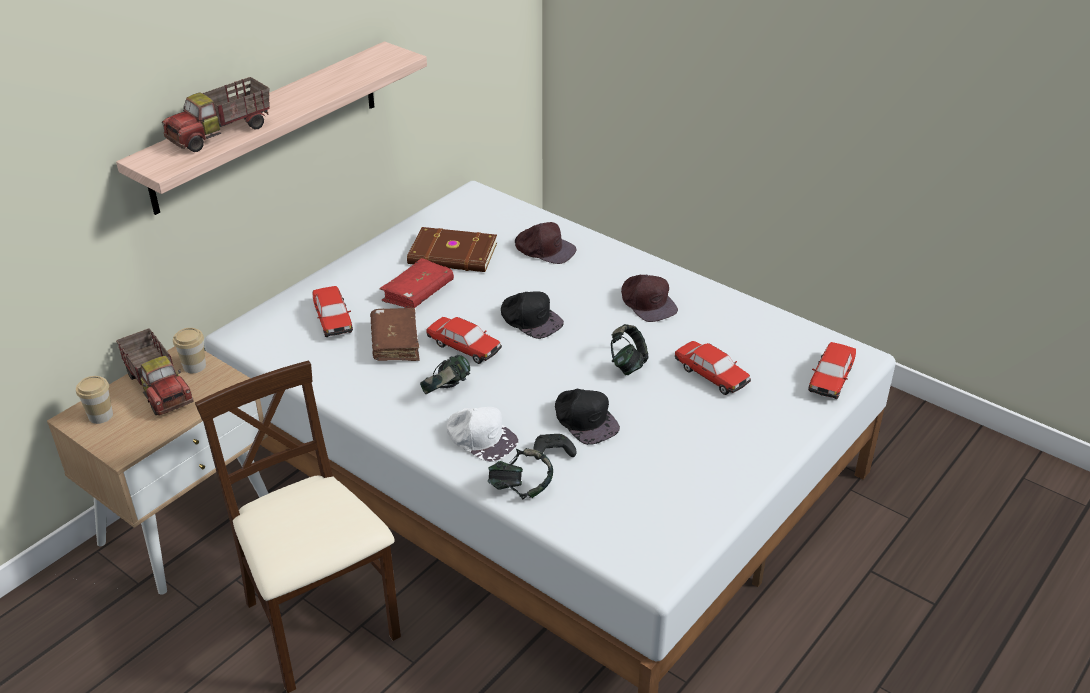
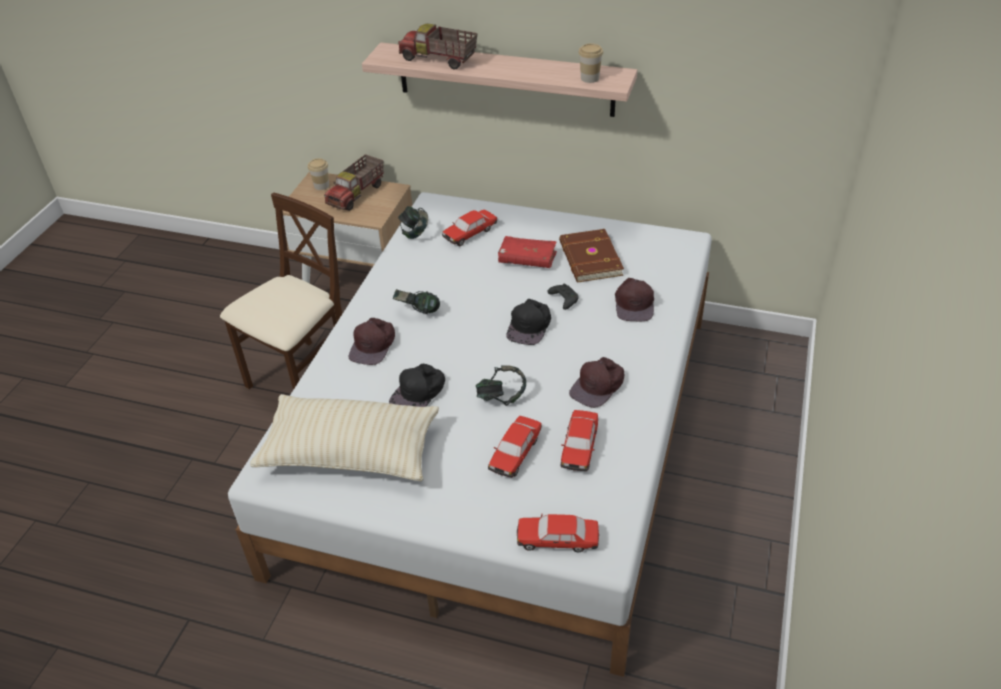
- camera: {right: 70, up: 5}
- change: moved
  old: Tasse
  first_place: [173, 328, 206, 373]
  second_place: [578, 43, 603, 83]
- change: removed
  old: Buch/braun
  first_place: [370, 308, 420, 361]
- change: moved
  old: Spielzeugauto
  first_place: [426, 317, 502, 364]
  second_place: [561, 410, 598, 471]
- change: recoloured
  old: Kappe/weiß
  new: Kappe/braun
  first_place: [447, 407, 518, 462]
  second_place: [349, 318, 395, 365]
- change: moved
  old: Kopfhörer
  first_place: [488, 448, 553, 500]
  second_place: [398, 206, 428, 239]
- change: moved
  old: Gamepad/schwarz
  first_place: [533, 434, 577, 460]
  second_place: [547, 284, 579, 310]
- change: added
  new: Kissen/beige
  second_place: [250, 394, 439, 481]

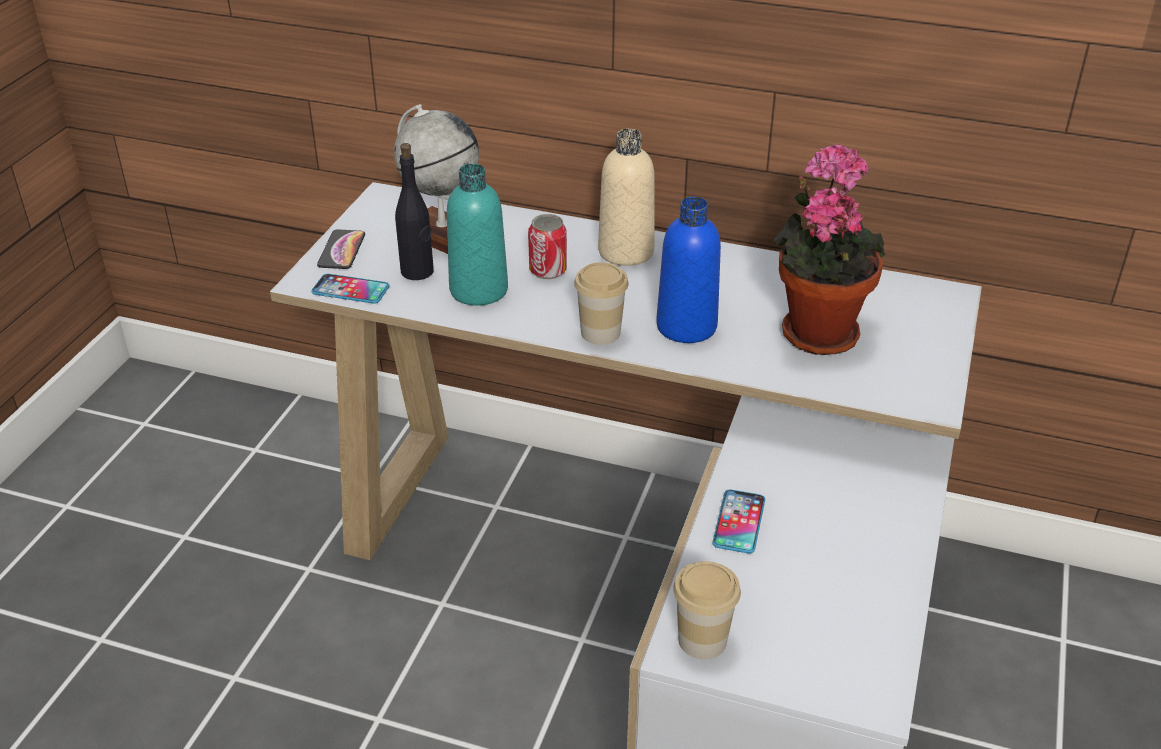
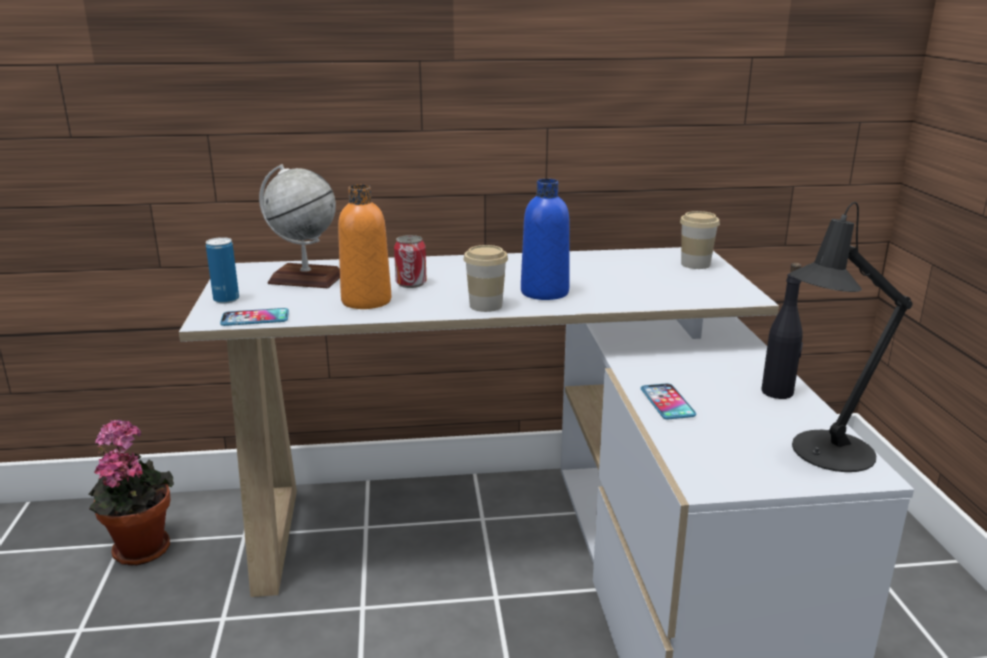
- camera: {right: -25, up: -15}
- change: replaced
  old: Handy
  new: Dose
  first_place: [317, 229, 365, 269]
  second_place: [206, 237, 239, 304]
- change: moved
  old: Flasche/schwarz
  first_place: [395, 143, 434, 280]
  second_place: [761, 263, 803, 399]
- change: recoloured
  old: Flasche/türkis
  new: Flasche/orange
  first_place: [447, 164, 508, 306]
  second_place: [338, 185, 391, 309]
- change: removed
  old: Flasche/beige
  first_place: [598, 129, 655, 266]
- change: moved
  old: Tasse
  first_place: [673, 561, 741, 659]
  second_place: [680, 211, 720, 269]
- change: moved
  old: Topfpflanze
  first_place: [773, 144, 886, 355]
  second_place: [89, 419, 174, 566]
- change: added
  new: Tischlampe/schwarz
  second_place: [790, 202, 913, 472]

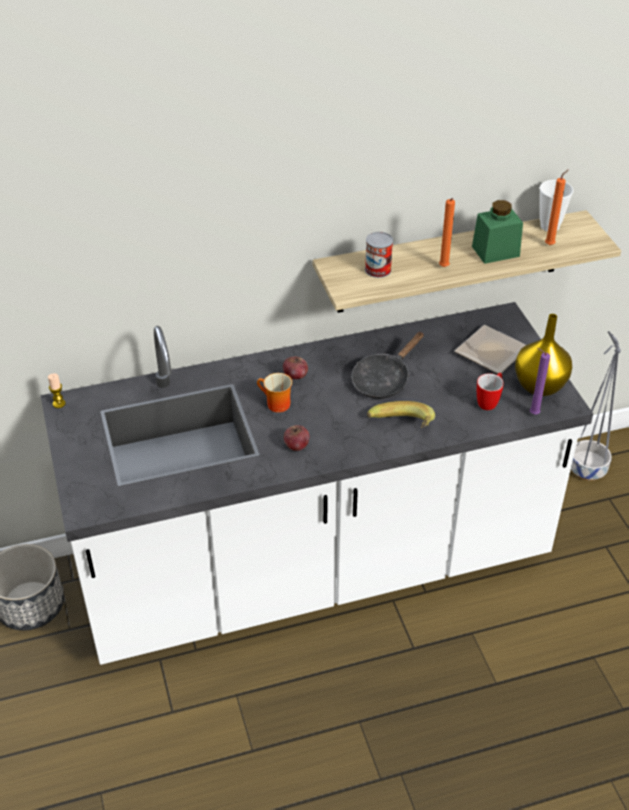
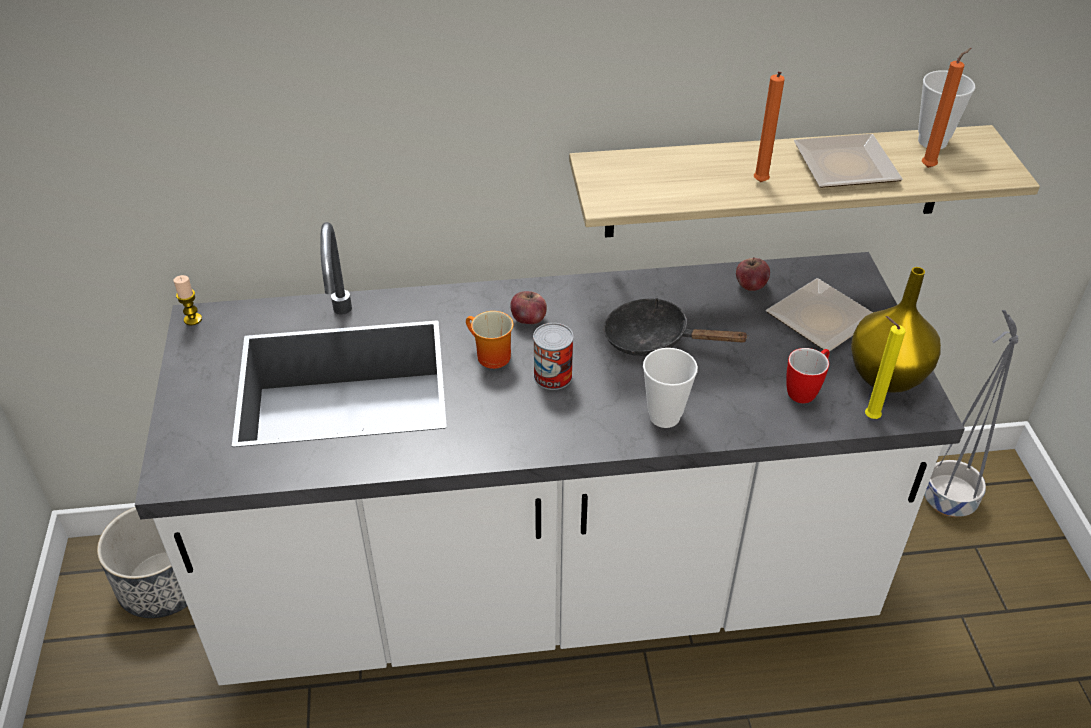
- camera: {right: 10, up: 0}
- change: moved
  old: Apfel
  first_place: [284, 425, 309, 451]
  second_place: [736, 257, 770, 291]
- change: turned
  old: Pfanne/schwarz
  first_place: [352, 332, 424, 399]
  second_place: [604, 298, 748, 356]
  degrees: 60
- change: moved
  old: Dose
  first_place: [365, 232, 393, 278]
  second_place: [533, 323, 574, 390]
- change: replaced
  old: Banane
  new: Tasse
  first_place: [367, 401, 435, 428]
  second_place: [643, 348, 698, 428]
- change: replaced
  old: Vorratsglas/grün
  new: Teller
  first_place: [472, 200, 523, 264]
  second_place: [794, 134, 903, 188]
- change: recoloured
  old: Kerze/lila
  new: Kerze/gelb
  first_place: [530, 348, 550, 414]
  second_place: [865, 316, 906, 419]

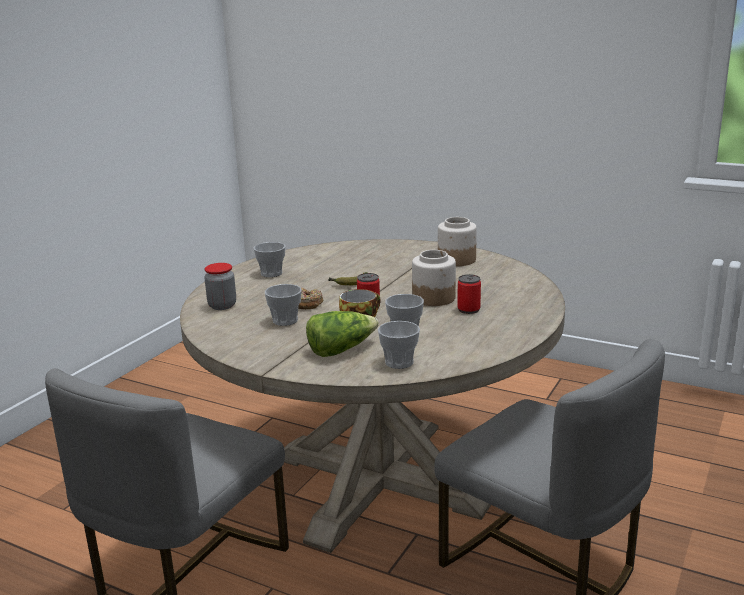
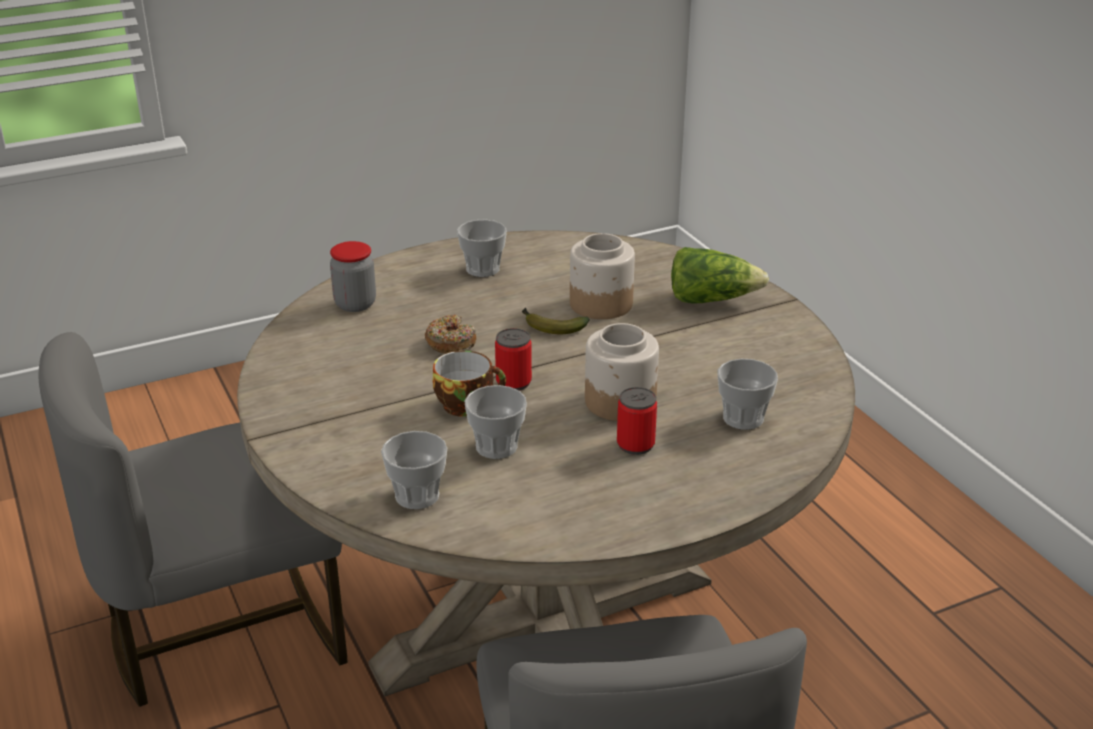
- camera: {right: 35, up: 10}
- change: moved
  old: Tasse
  first_place: [265, 284, 302, 326]
  second_place: [717, 359, 778, 430]
- change: moved
  old: Salatkopf
  first_place: [306, 311, 379, 357]
  second_place: [671, 247, 769, 304]
- change: moved
  old: Vorratsglas
  first_place: [438, 217, 477, 266]
  second_place: [570, 233, 635, 319]

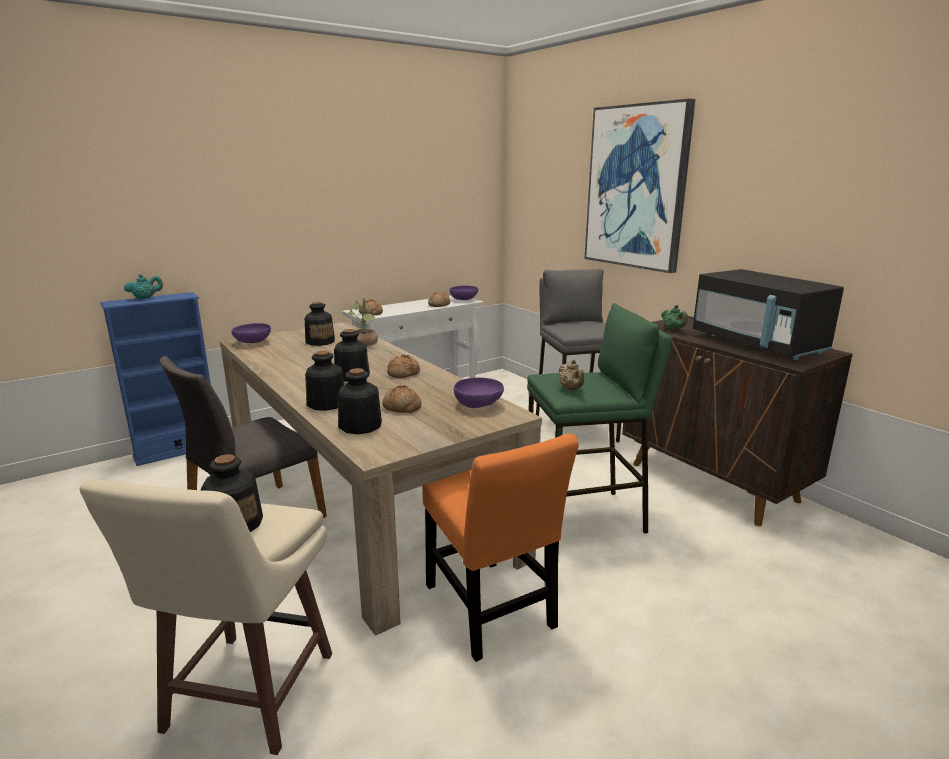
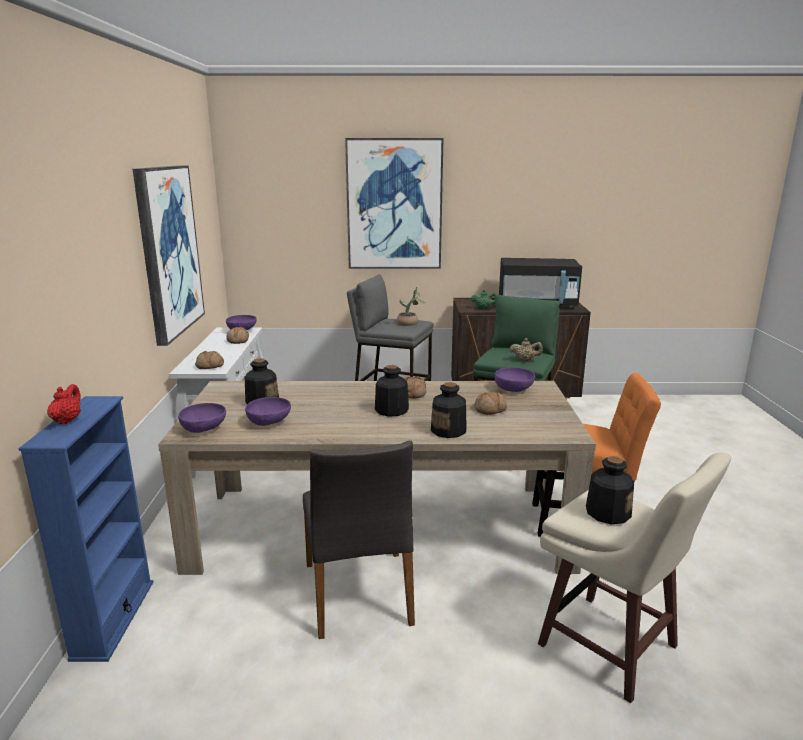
- camera: {right: -55, up: 0}
- change: recoloured
  old: Teekanne/türkis
  new: Teekanne/rot
  first_place: [124, 274, 163, 299]
  second_place: [47, 384, 81, 424]
- change: removed
  old: Flasche
  first_place: [338, 368, 382, 434]
- change: moved
  old: Topfpflanze
  first_place: [347, 298, 378, 346]
  second_place: [397, 287, 425, 326]
- change: added
  new: Bild
  second_place: [132, 165, 205, 346]
- change: added
  new: Schüssel/lila
  second_place: [245, 397, 291, 426]

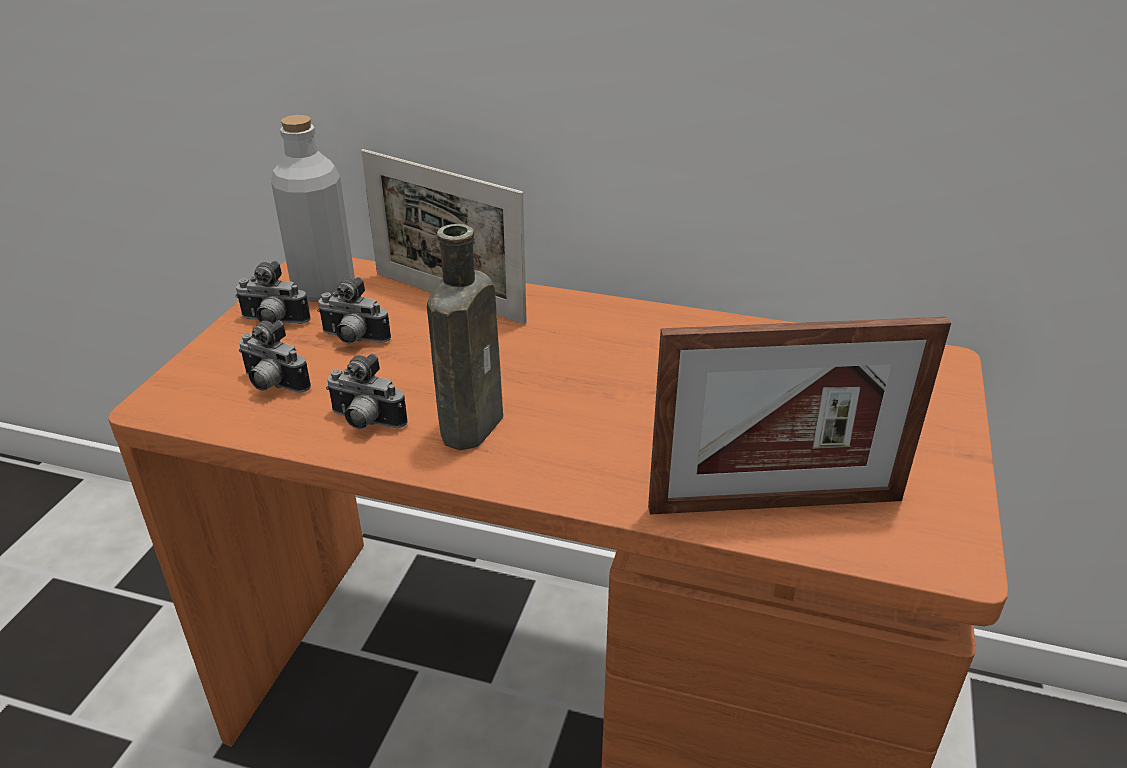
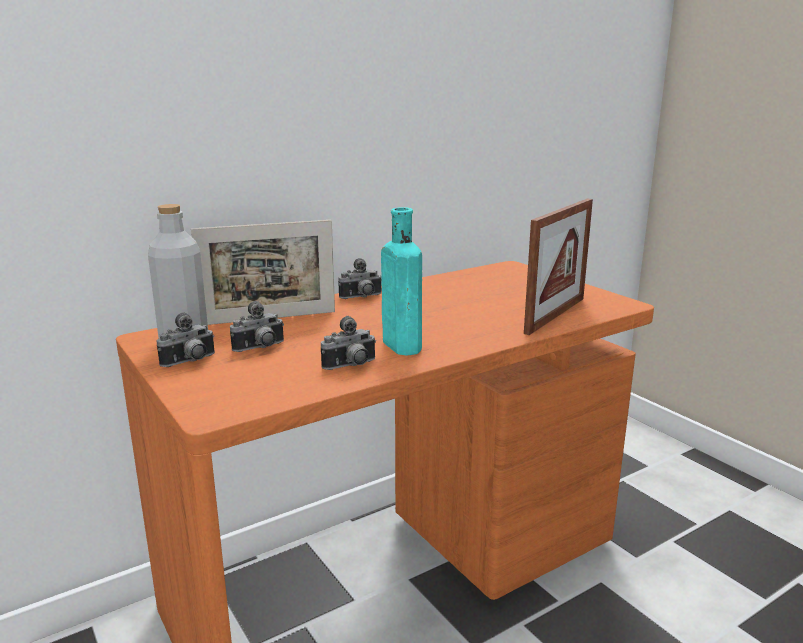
- camera: {right: -50, up: -15}
- change: moved
  old: Kamera
  first_place: [239, 320, 311, 393]
  second_place: [338, 258, 382, 299]
- change: recoloured
  old: Flasche/braun
  new: Flasche/türkis
  first_place: [427, 224, 503, 450]
  second_place: [381, 207, 422, 356]

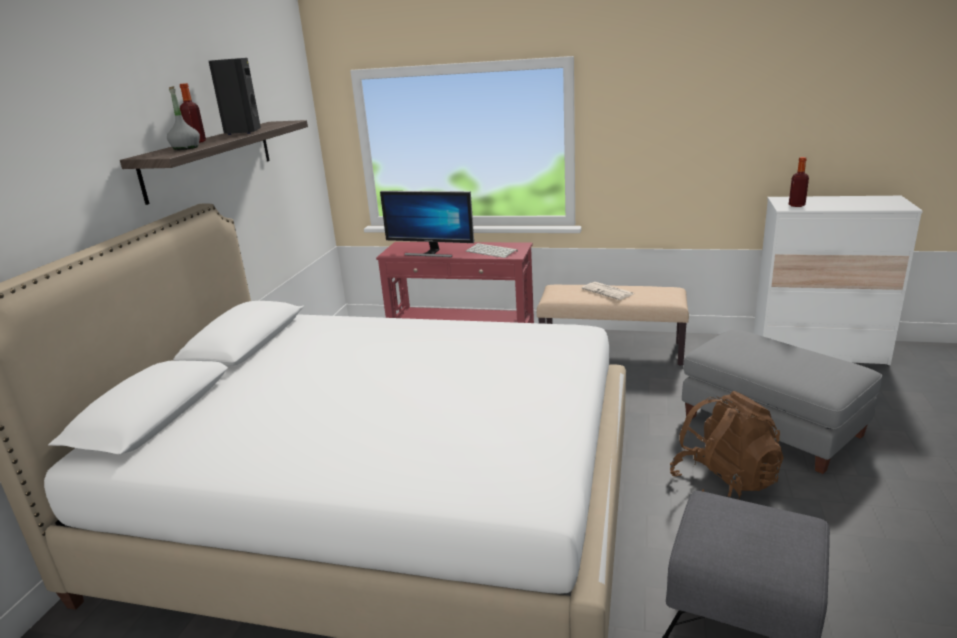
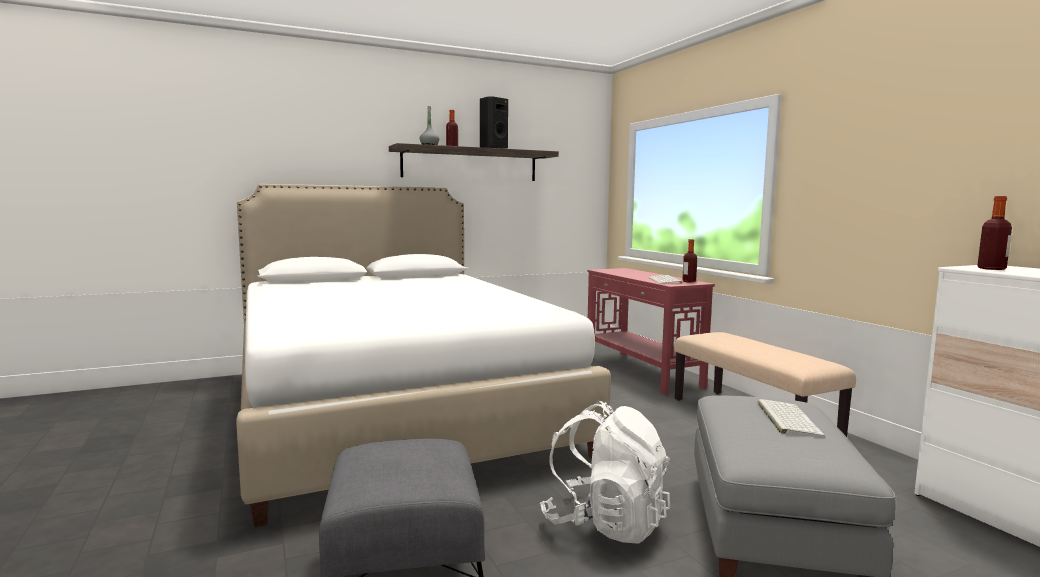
- camera: {right: 50, up: -15}
- change: removed
  old: Monitor
  first_place: [380, 191, 474, 257]
- change: removed
  old: Zeitung
  first_place: [582, 282, 633, 300]
- change: recoloured
  old: Rucksack/braun
  new: Rucksack/weiß
  first_place: [670, 391, 784, 500]
  second_place: [540, 401, 670, 544]
- change: added
  new: Flasche
  second_place: [682, 239, 697, 282]
- change: added
  new: Tastatur
  second_place: [757, 399, 825, 436]

